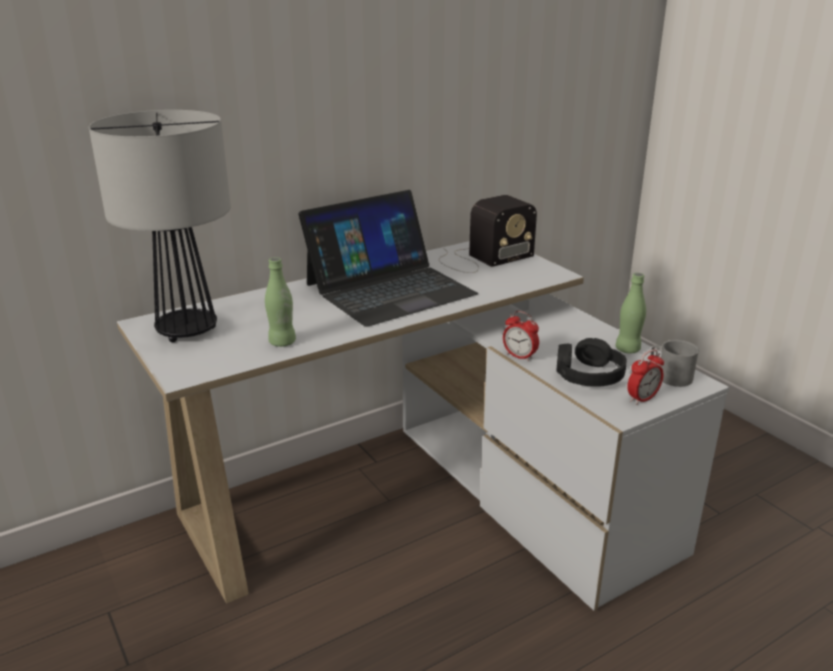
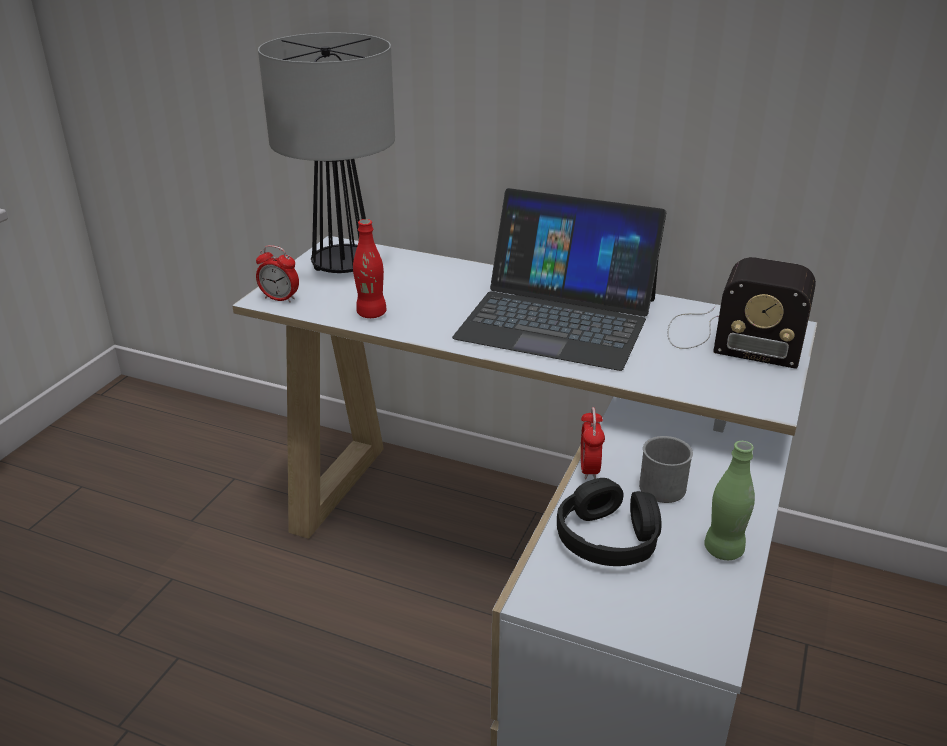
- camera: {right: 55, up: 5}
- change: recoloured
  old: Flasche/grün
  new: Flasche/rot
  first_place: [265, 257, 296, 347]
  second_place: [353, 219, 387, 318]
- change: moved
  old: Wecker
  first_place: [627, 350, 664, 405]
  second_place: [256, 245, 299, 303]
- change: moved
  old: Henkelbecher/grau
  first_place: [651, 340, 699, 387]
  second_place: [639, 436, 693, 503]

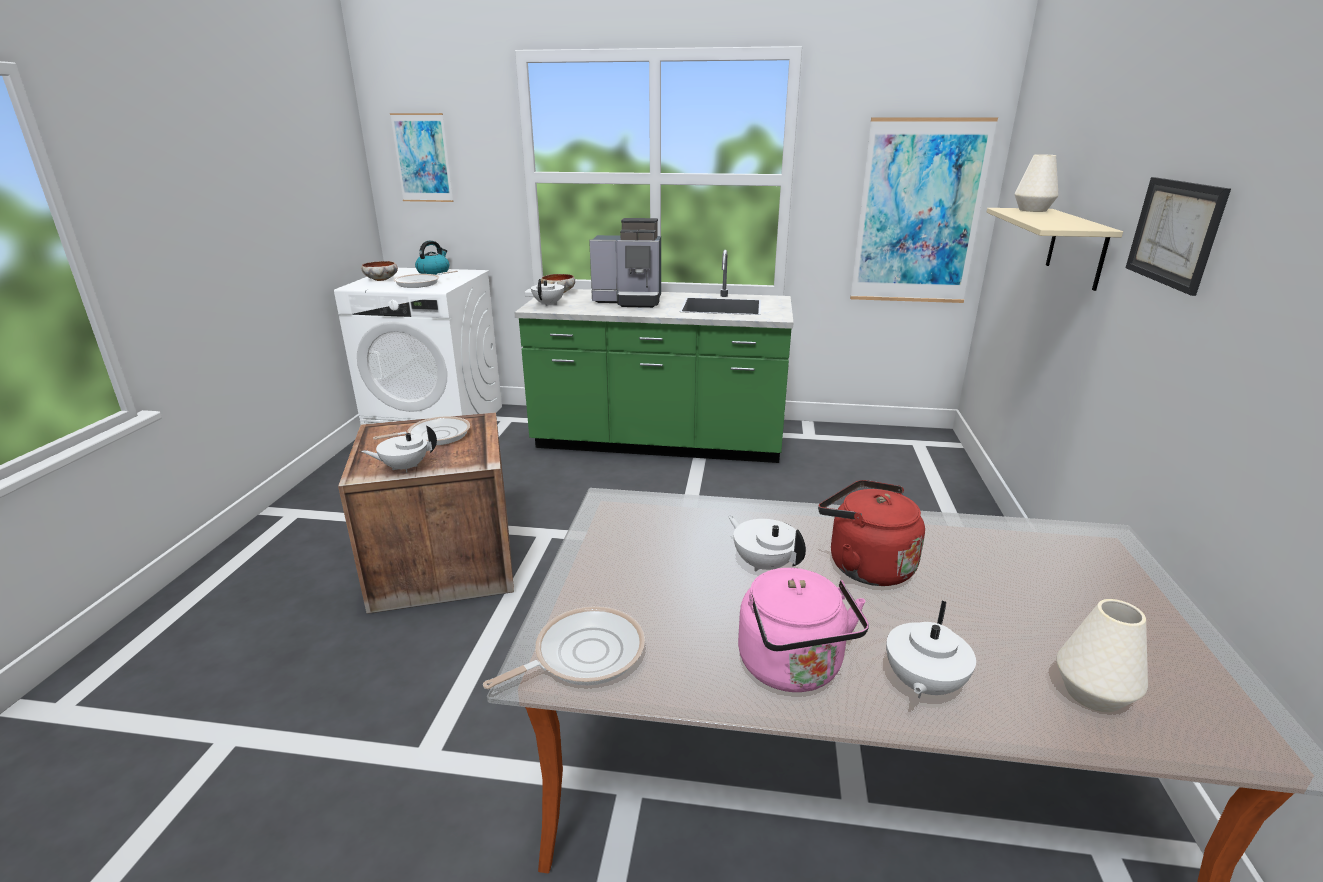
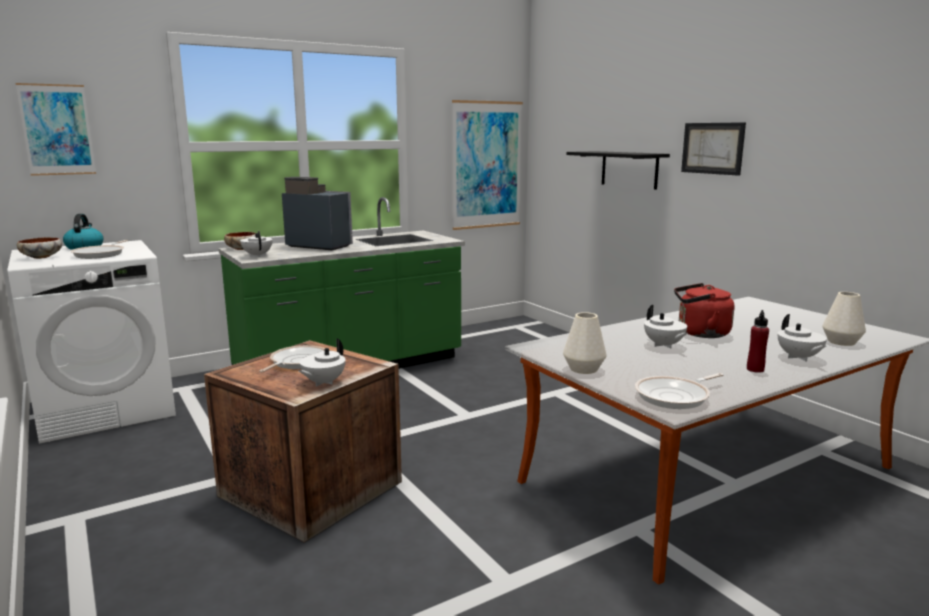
- camera: {right: -40, up: -10}
- change: turned
  old: Pfanne
  first_place: [483, 606, 645, 689]
  second_place: [635, 373, 724, 409]
  degrees: -135
- change: turned
  old: Kaffeemaschine
  first_place: [589, 218, 661, 308]
  second_place: [282, 177, 353, 250]
  degrees: -120
- change: turned
  old: Teekanne/weiß
  first_place: [728, 516, 806, 572]
  second_place: [644, 305, 688, 349]
  degrees: -120
- change: replaced
  old: Wasserkessel/rosa
  new: Flasche/rot
  first_place: [738, 568, 869, 692]
  second_place: [747, 310, 769, 373]
- change: recoloured
  old: Wandregal/beige
  new: Wandregal/schwarz
  first_place: [987, 208, 1123, 291]
  second_place: [566, 151, 670, 189]
- change: moved
  old: Vase/weiß
  first_place: [1015, 155, 1058, 212]
  second_place: [563, 312, 606, 374]

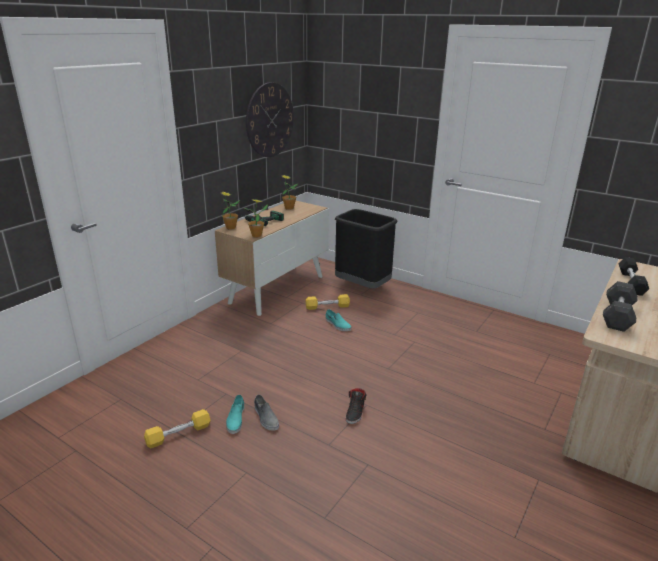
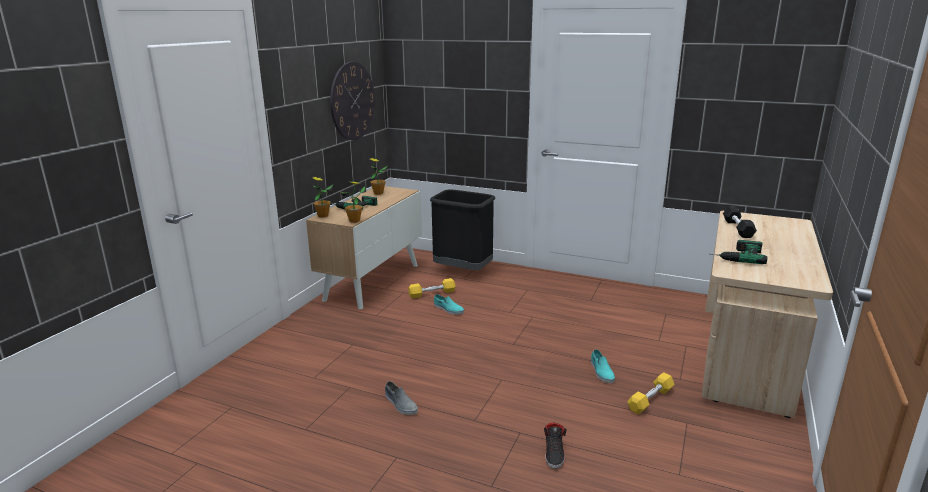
- camera: {right: -10, up: -5}
- change: moved
  old: Hantel/gelb
  first_place: [144, 409, 211, 449]
  second_place: [627, 372, 675, 415]
- change: moved
  old: Schuh/türkis
  first_place: [226, 395, 245, 434]
  second_place: [591, 349, 615, 383]
- change: moved
  old: Schuh/schwarz
  first_place: [346, 388, 367, 424]
  second_place: [544, 423, 567, 469]
- change: replaced
  old: Hantel/grau
  new: Bohrmaschine
  first_place: [603, 281, 638, 332]
  second_place: [709, 240, 767, 264]

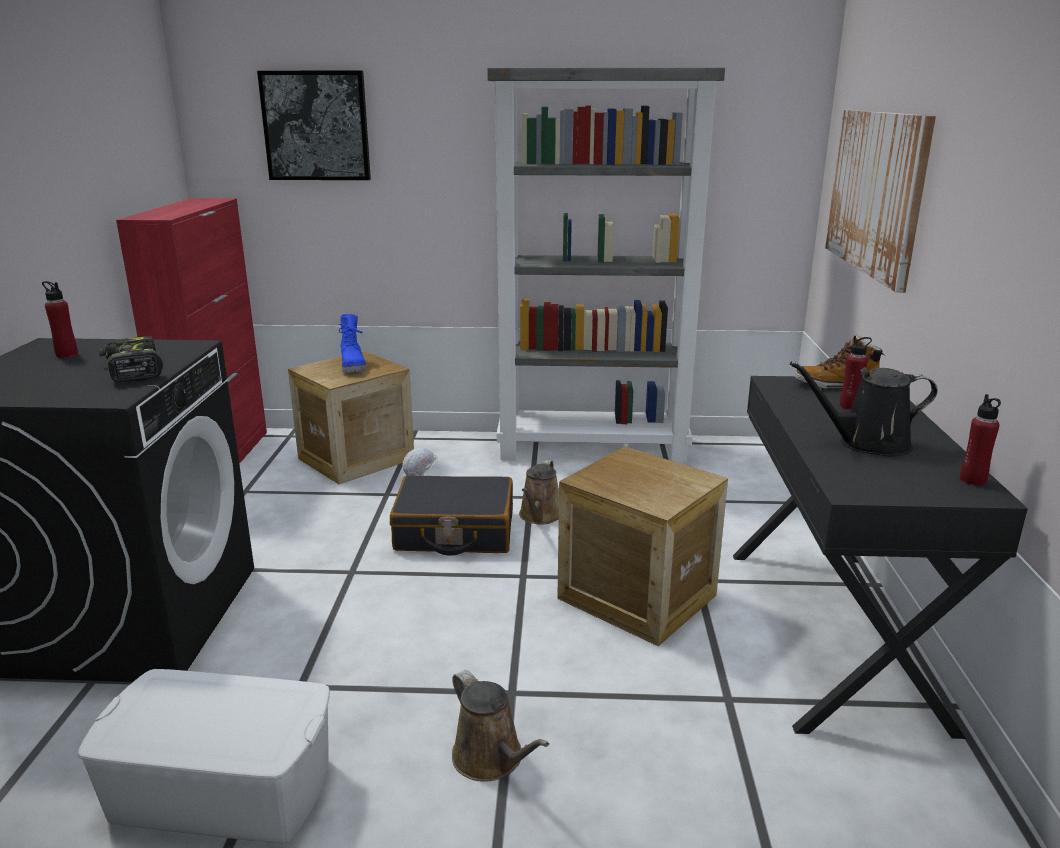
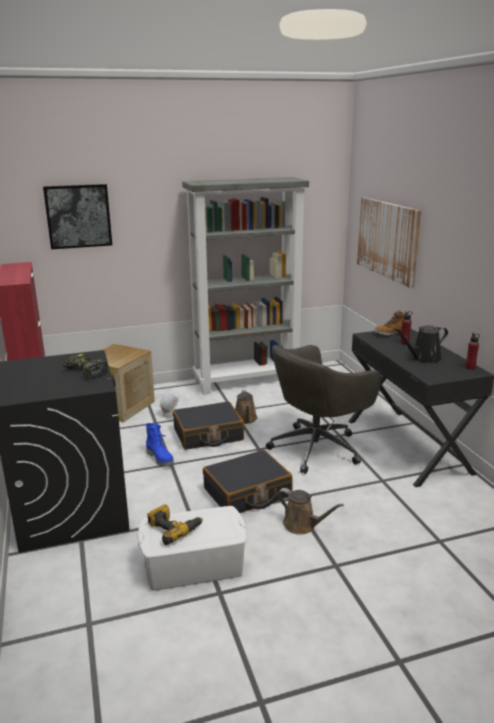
- camera: {right: -20, up: 0}
- change: removed
  old: Flasche/rot
  first_place: [42, 281, 78, 358]
- change: moved
  old: Stiefel/blau
  first_place: [339, 314, 366, 373]
  second_place: [146, 423, 174, 467]
- change: replaced
  old: Kiste
  new: Bürostuhl/grau
  first_place: [557, 446, 728, 646]
  second_place: [266, 345, 381, 474]
- change: added
  new: Bohrmaschine
  second_place: [147, 504, 203, 545]
- change: added
  new: Koffer/schwarz
  second_place: [203, 450, 293, 513]

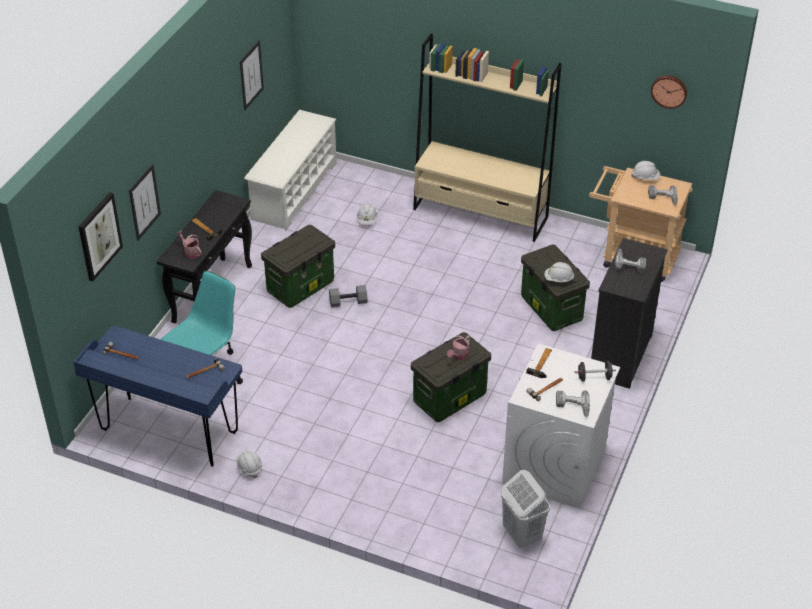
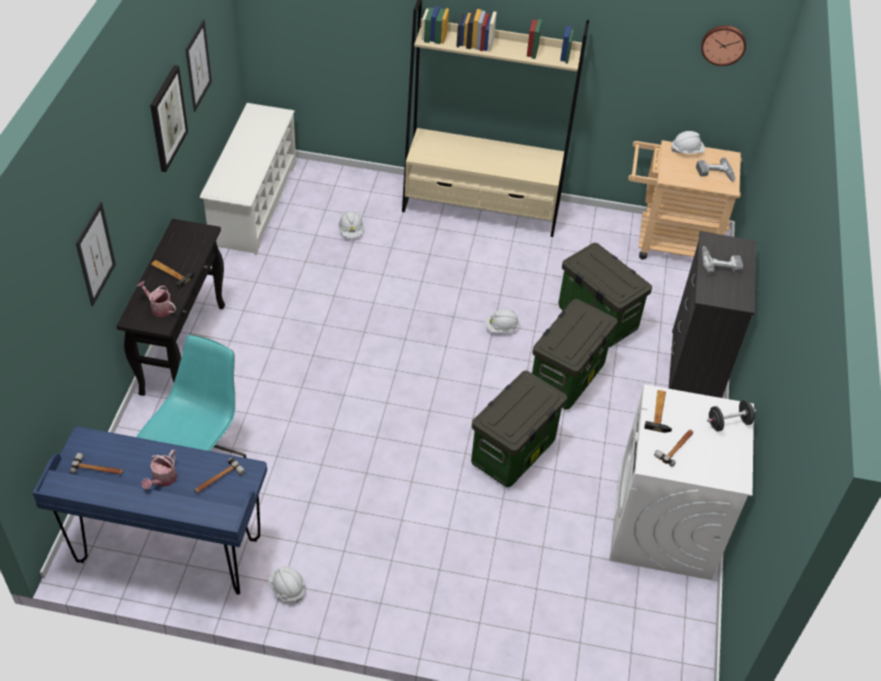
- camera: {right: -15, up: 5}
- change: moved
  old: Bild
  first_place: [79, 193, 123, 281]
  second_place: [150, 65, 188, 172]
- change: moved
  old: Aufbewahrungsbox
  first_place: [261, 225, 335, 308]
  second_place: [532, 299, 618, 410]
- change: removed
  old: Hantel/grau
  first_place: [329, 285, 368, 307]
- change: moved
  old: Gießkanne
  first_place: [447, 335, 470, 360]
  second_place: [142, 450, 177, 489]
- change: removed
  old: Wäschekorb/weiß
  first_place: [501, 470, 550, 548]
- change: moved
  old: Schutzhelm/weiß
  first_place: [544, 262, 574, 282]
  second_place: [485, 309, 520, 333]
- change: removed
  old: Bohrmaschine
  first_place: [556, 390, 590, 417]

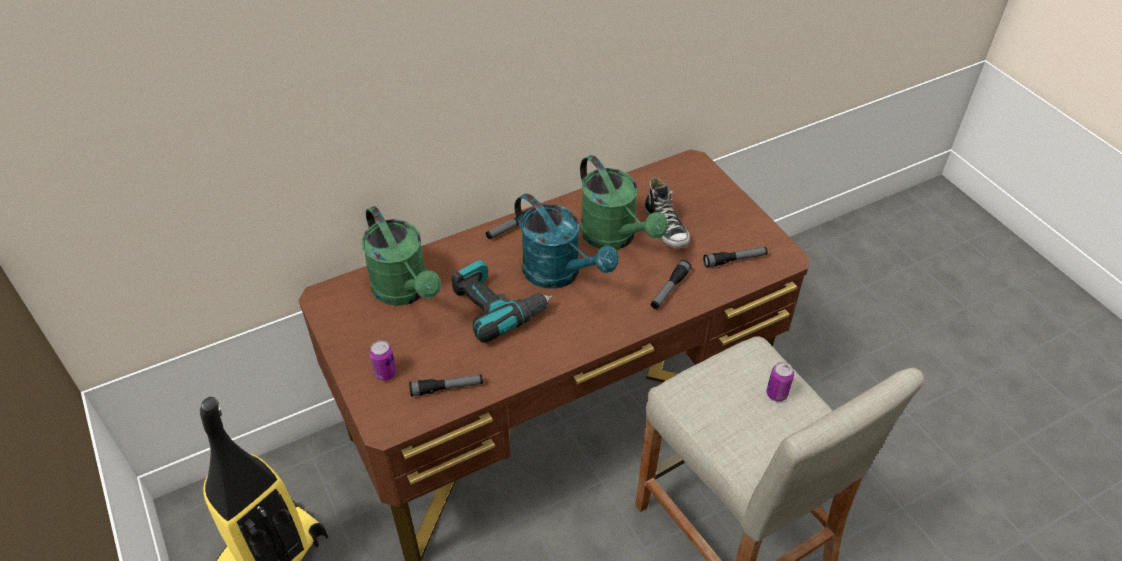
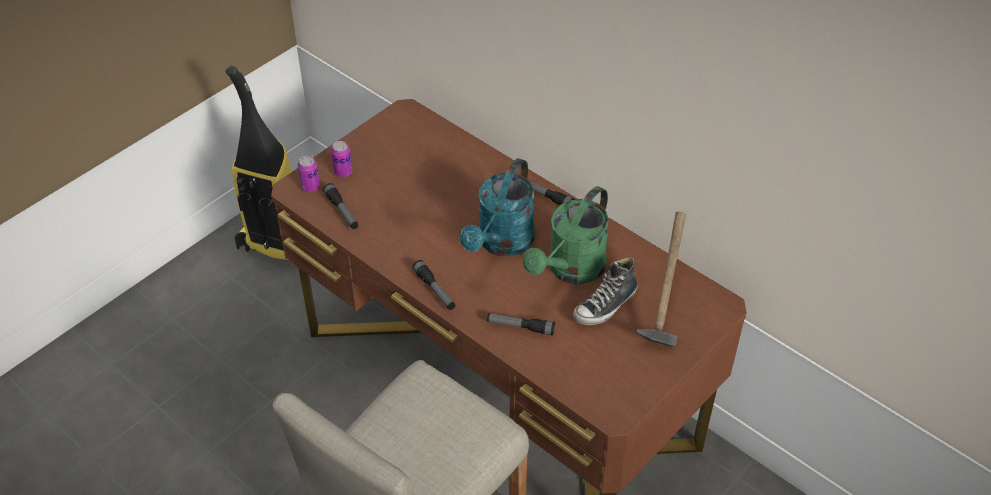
- camera: {right: 70, up: 0}
- change: removed
  old: Gießkanne/grün
  first_place: [362, 206, 441, 306]
- change: removed
  old: Bohrmaschine
  first_place: [452, 260, 553, 343]
- change: moved
  old: Taschenlampe
  first_place: [703, 247, 768, 268]
  second_place: [412, 260, 456, 310]
- change: moved
  old: Dose
  first_place: [766, 362, 794, 401]
  second_place: [297, 156, 320, 192]
- change: added
  new: Hammer
  second_place: [636, 212, 686, 347]

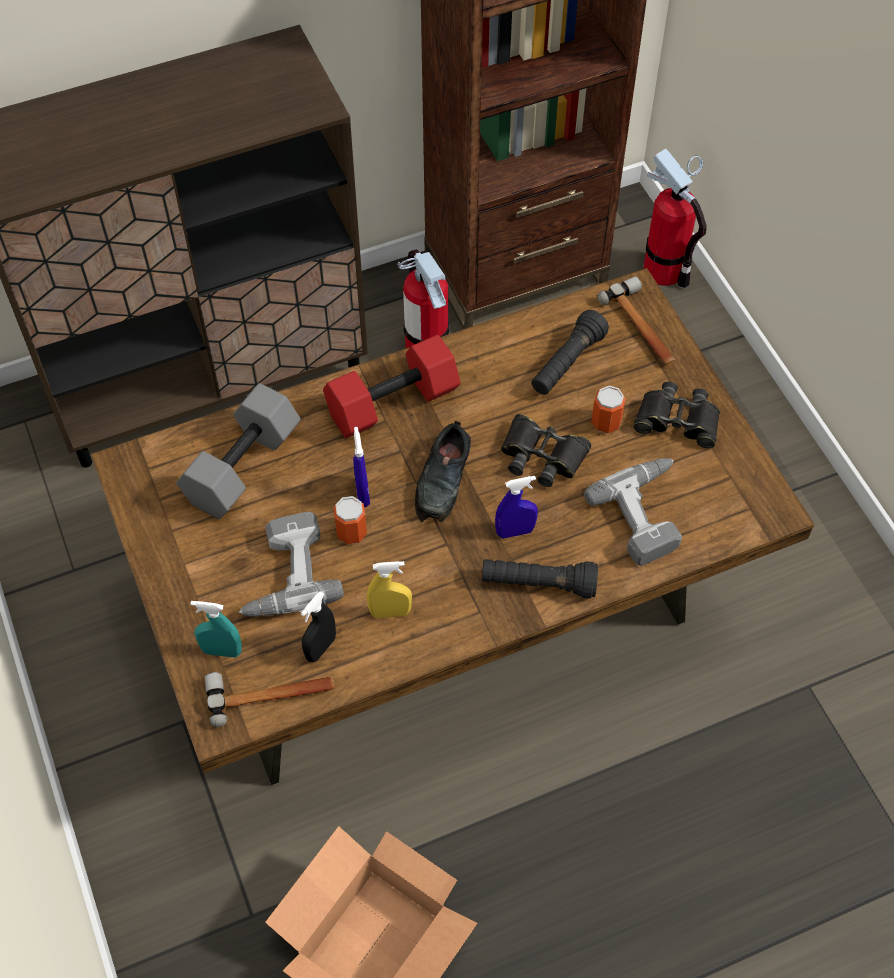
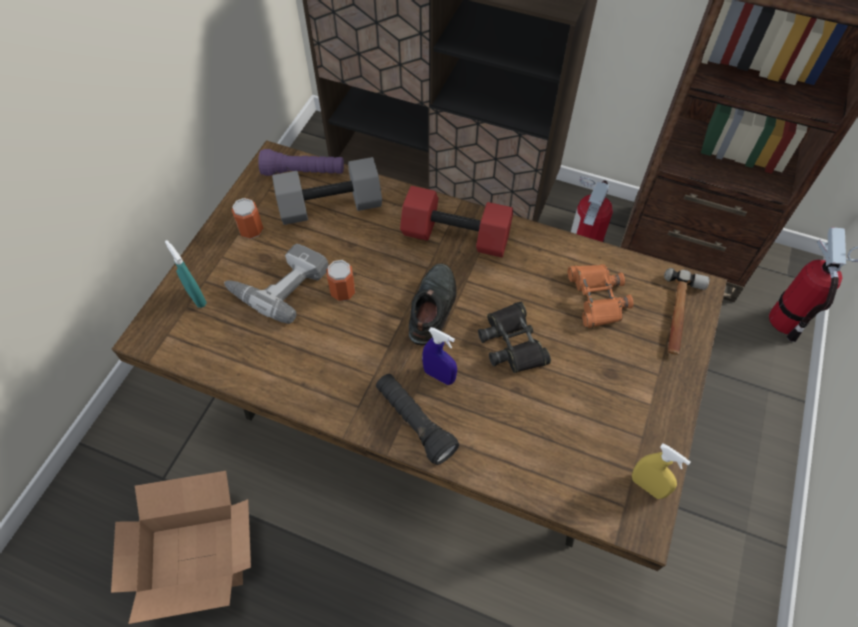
- camera: {right: 45, up: 0}
- change: removed
  old: Hammer
  first_place: [205, 672, 335, 727]
- change: removed
  old: Sprühflasche/schwarz
  first_place: [301, 591, 336, 662]
- change: removed
  old: Sprühflasche/blau
  first_place: [353, 427, 370, 507]
- change: moved
  old: Sprühflasche/gelb
  first_place: [367, 561, 412, 618]
  second_place: [632, 443, 691, 499]
- change: turned
  old: Schuh/schwarz
  first_place: [415, 420, 471, 522]
  second_place: [409, 263, 457, 346]
  degrees: 135
- change: replaced
  old: Taschenlampe/schwarz
  new: Fernglas/orange
  first_place: [531, 310, 609, 395]
  second_place: [568, 264, 633, 328]
- change: removed
  old: Bohrmaschine
  first_place: [584, 458, 682, 566]
- change: moved
  old: Dose
  first_place: [591, 386, 625, 434]
  second_place: [232, 198, 263, 239]
- change: removed
  old: Fernglas/schwarz
  first_place: [633, 382, 720, 448]
- change: added
  new: Taschenlampe/lila
  second_place: [258, 149, 344, 176]

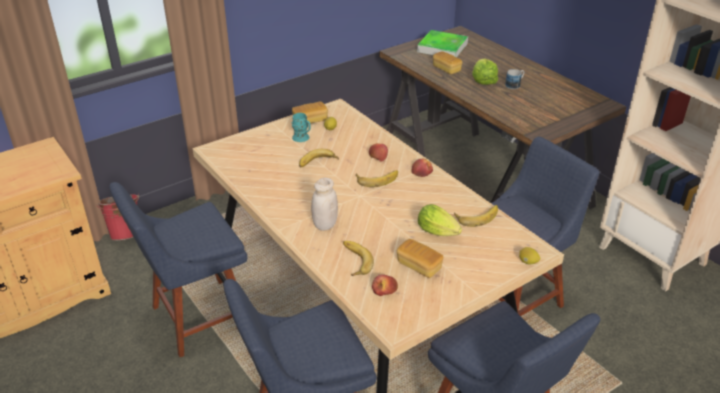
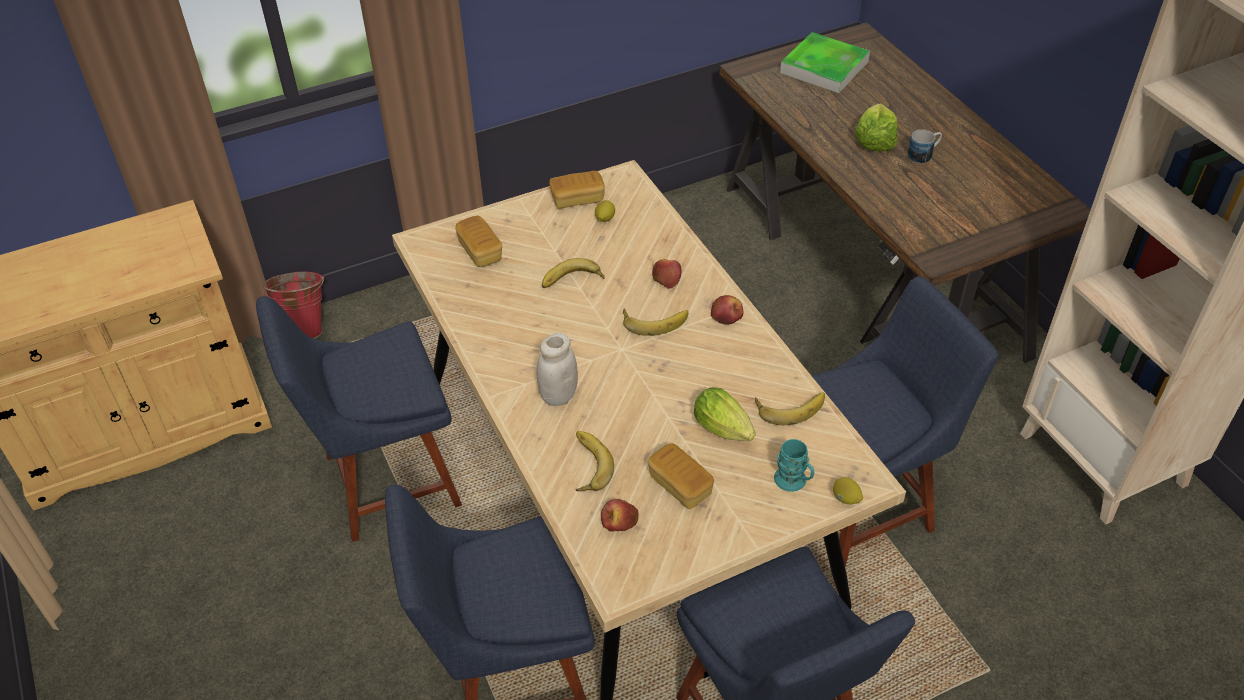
- camera: {right: 10, up: 10}
- change: moved
  old: Henkelbecher/türkis
  first_place: [292, 113, 311, 142]
  second_place: [774, 439, 814, 492]
- change: moved
  old: Brot
  first_place: [433, 51, 463, 74]
  second_place: [456, 216, 502, 267]

